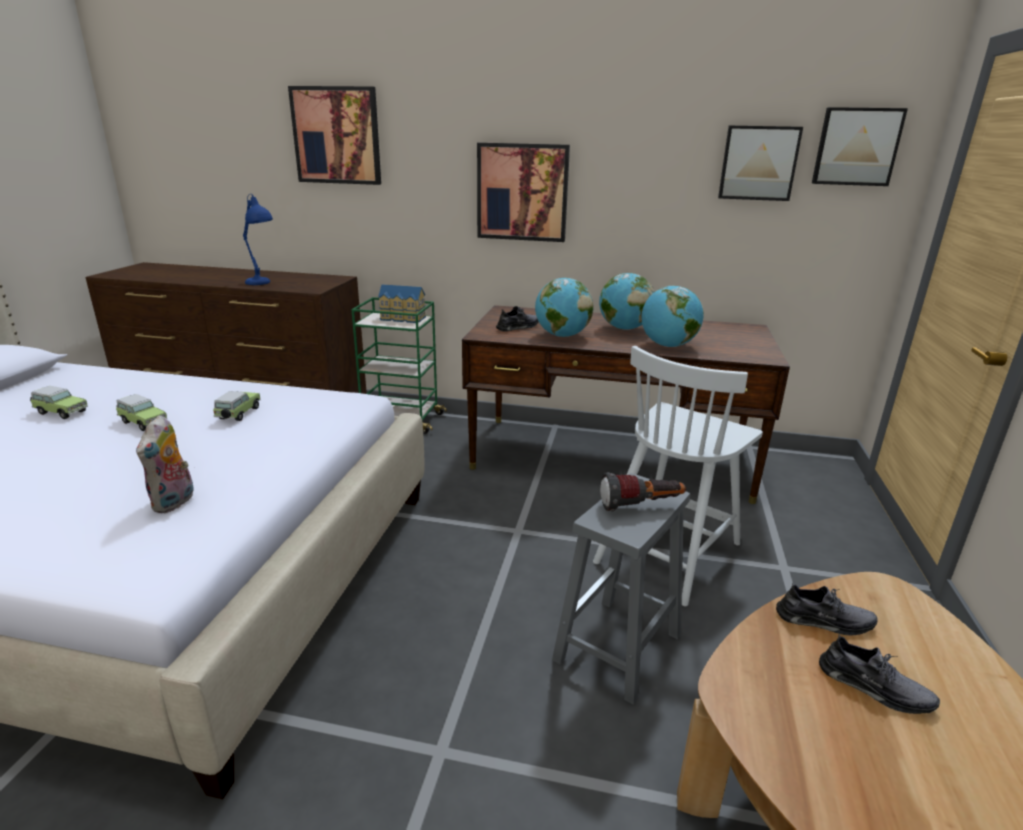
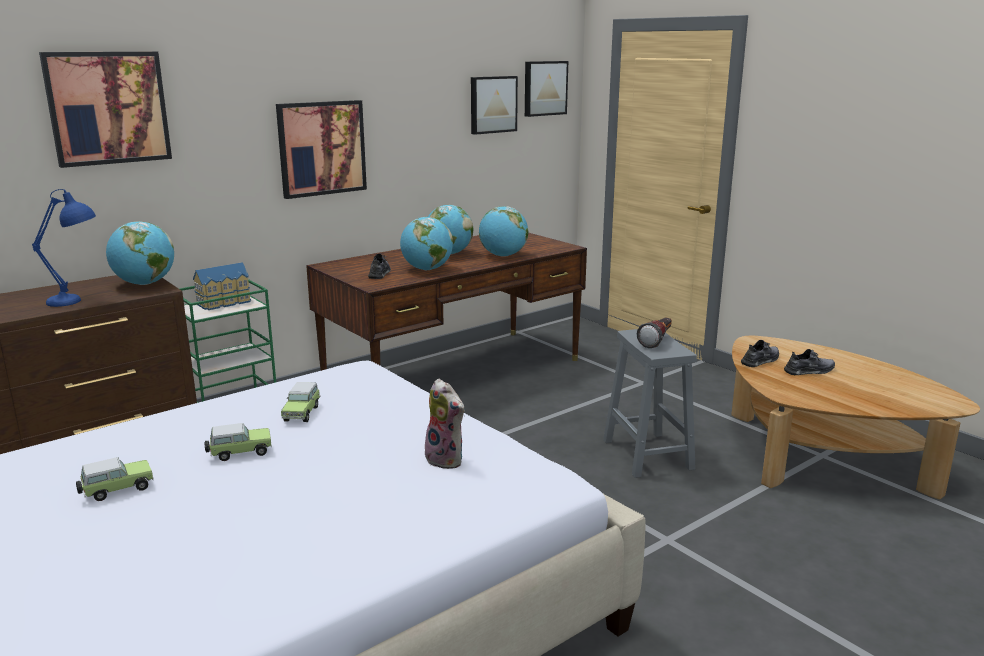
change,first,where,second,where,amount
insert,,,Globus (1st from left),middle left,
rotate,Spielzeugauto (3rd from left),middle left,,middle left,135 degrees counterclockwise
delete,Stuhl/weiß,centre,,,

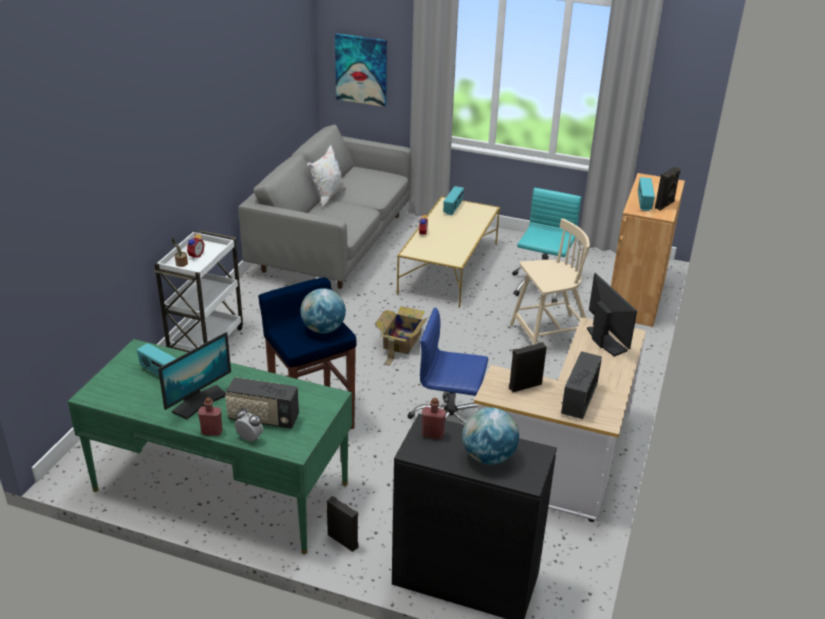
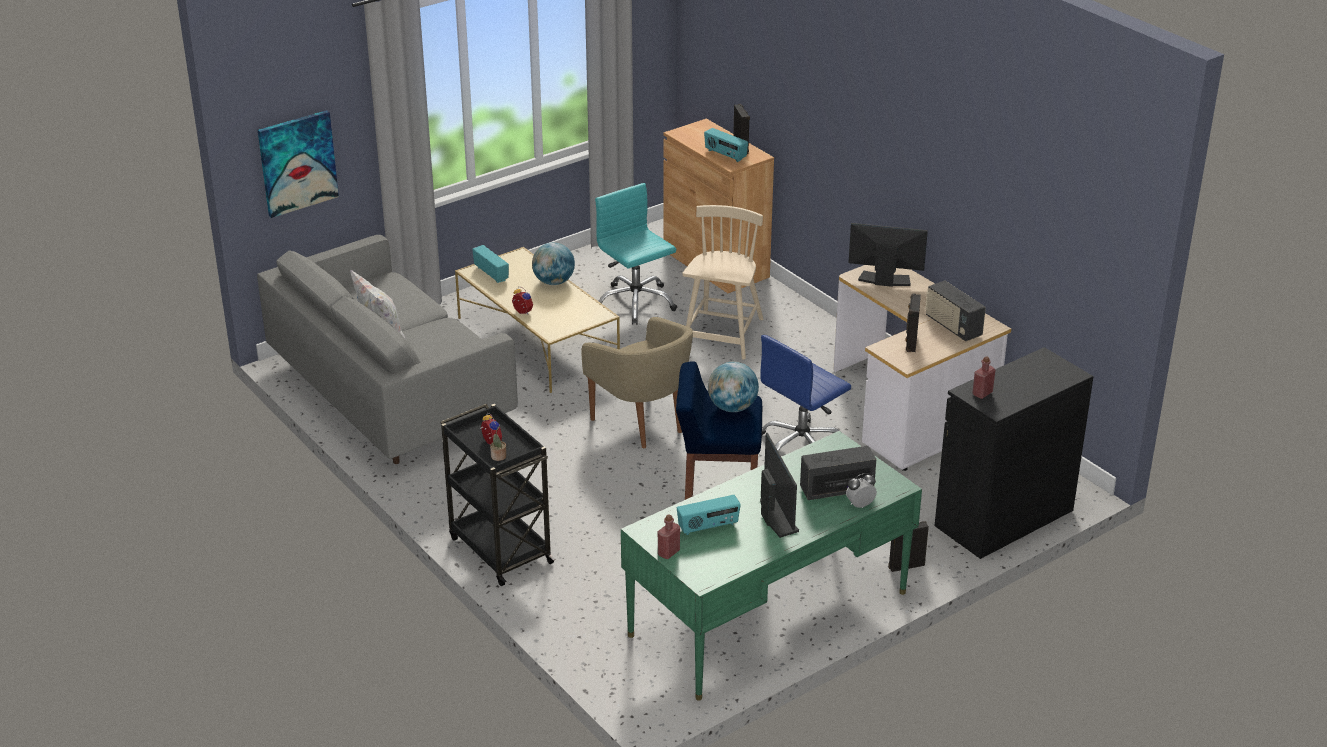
change,first,where,second,where,amount
recolor,Rollwagen/weiß,middle left,Rollwagen/schwarz,centre,
move,Globus (2nd from left in the first image),bottom centre,Globus (1st from left),centre,
replace,Karton,centre,Sessel/beige,centre,
move,Flasche/rot (1st from left),bottom left,,bottom centre,
rotate,Radio (2nd from left in the first image),middle left,Radio (4th from left),centre,150 degrees counterclockwise

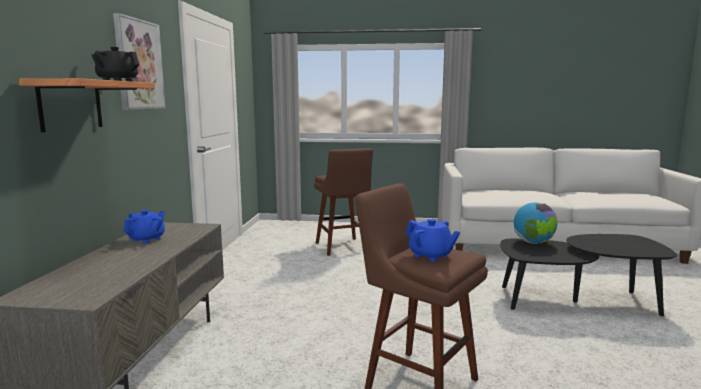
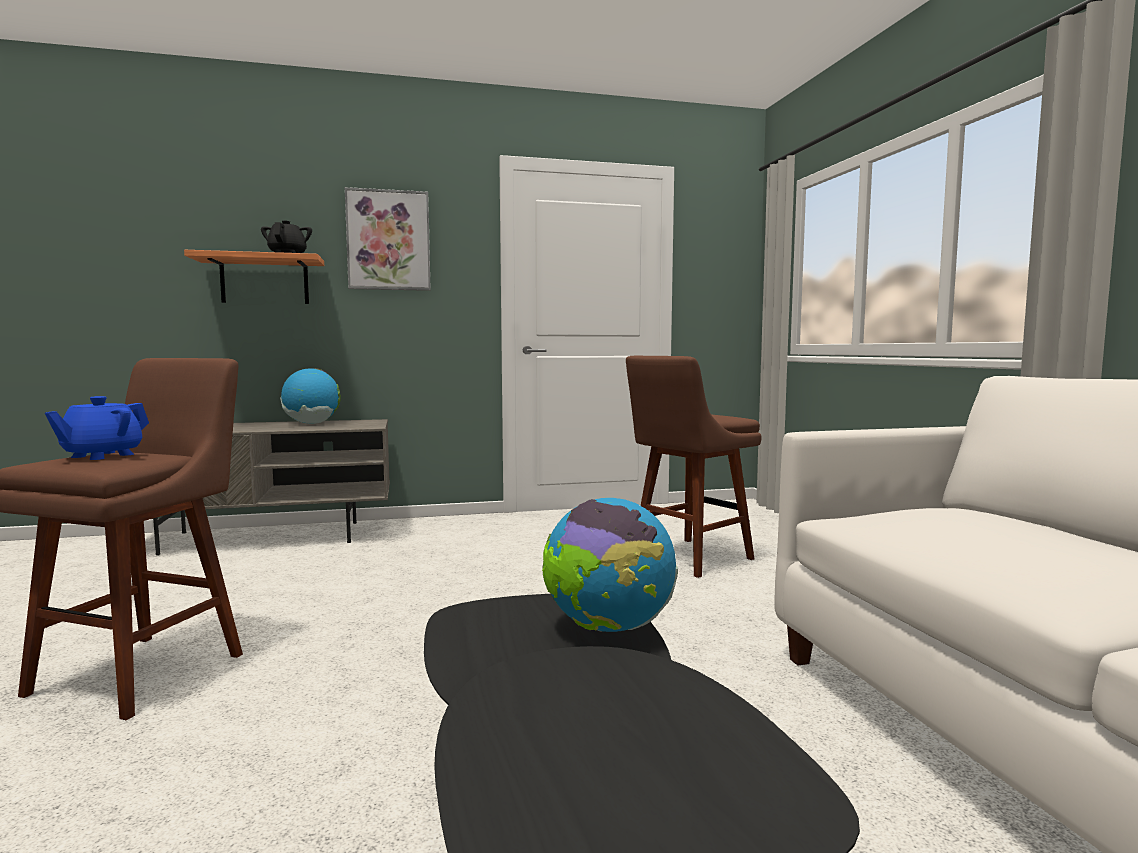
change,first,where,second,where,amount
replace,Teekanne/blau (1st from left),middle left,Globus (1st from left),middle left,

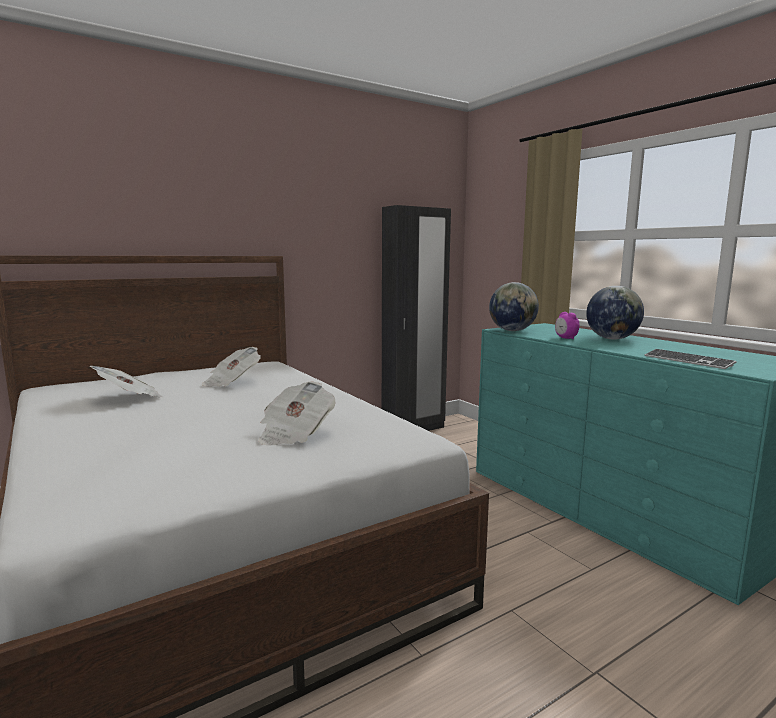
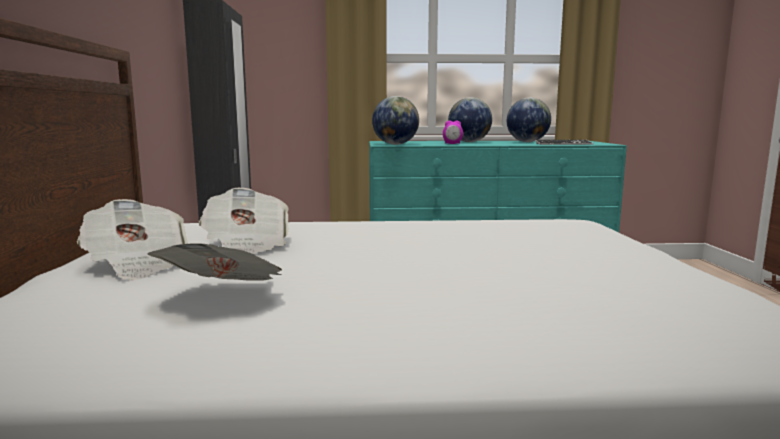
change,first,where,second,where,amount
move,Zeitung (3rd from left in the first image),centre,Zeitung (1st from left),middle left,
insert,,,Globus (3rd from left),top right,

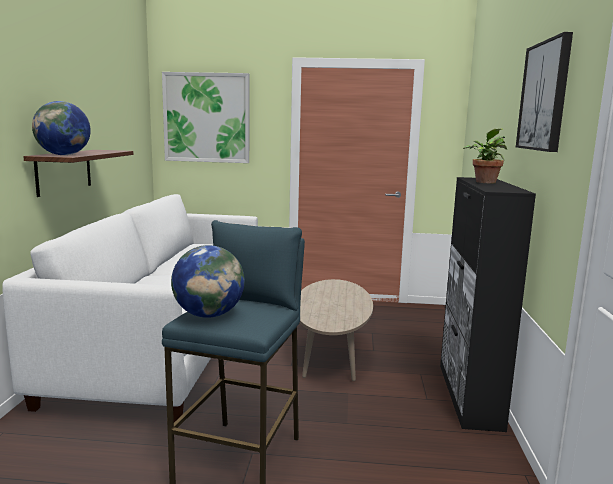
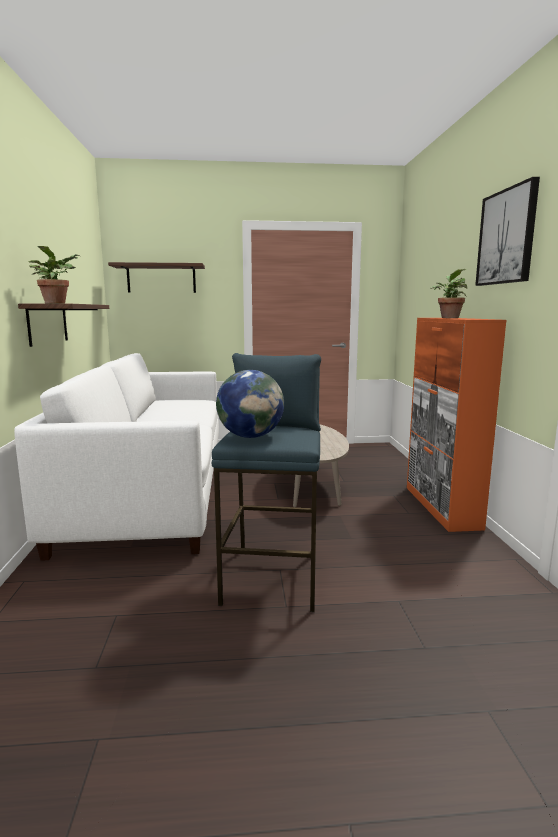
change,first,where,second,where,amount
replace,Globus (1st from left),top left,Topfpflanze (1st from left),top left,
replace,Bild (1st from left),top centre,Wandregal (2nd from left),top left,
recolor,Schrank/schwarz,middle right,Schrank/orange,middle right,

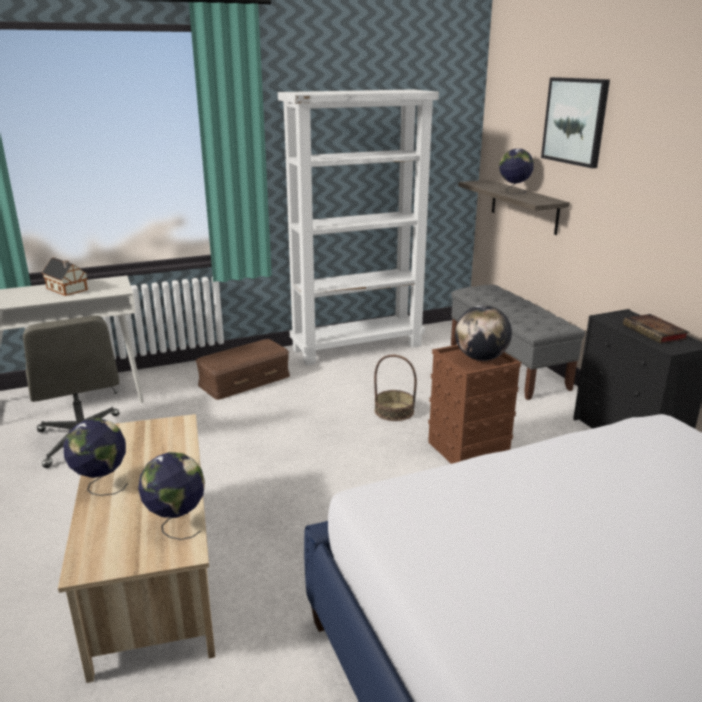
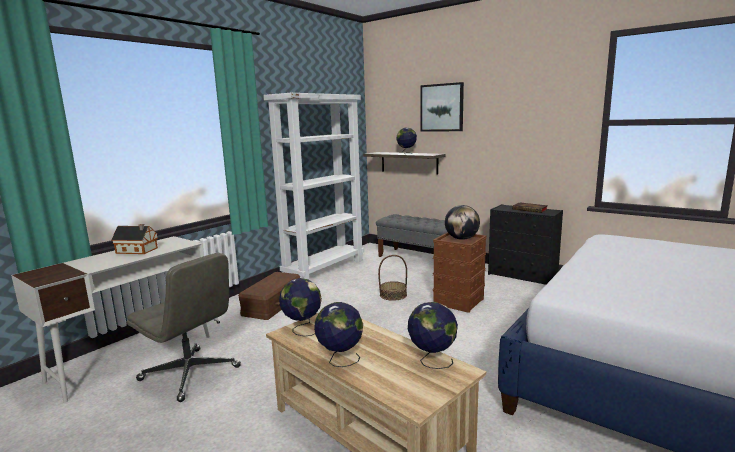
change,first,where,second,where,amount
insert,,,Globus (1st from left),bottom centre,

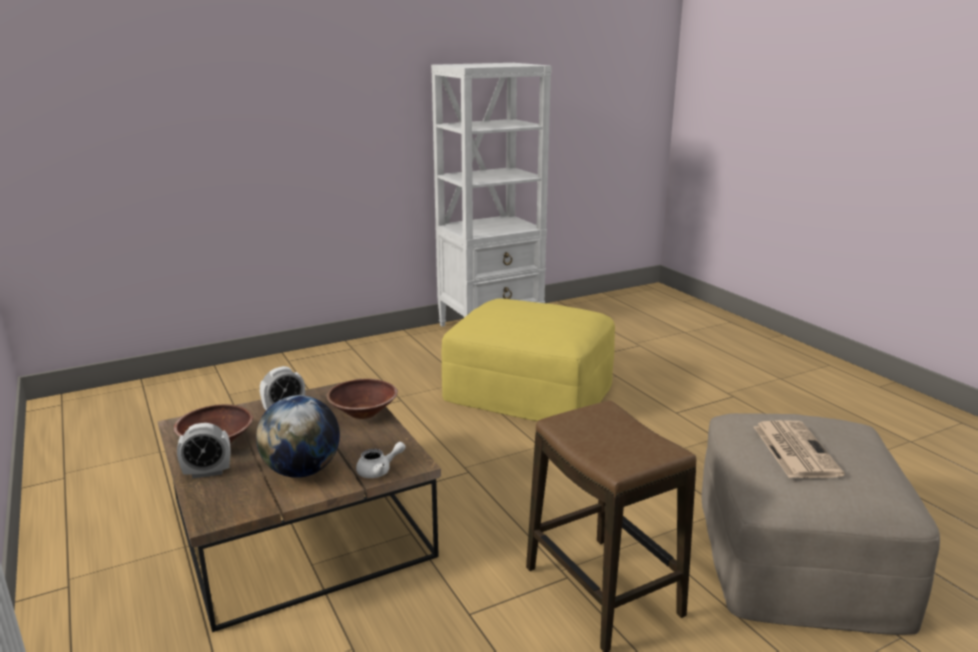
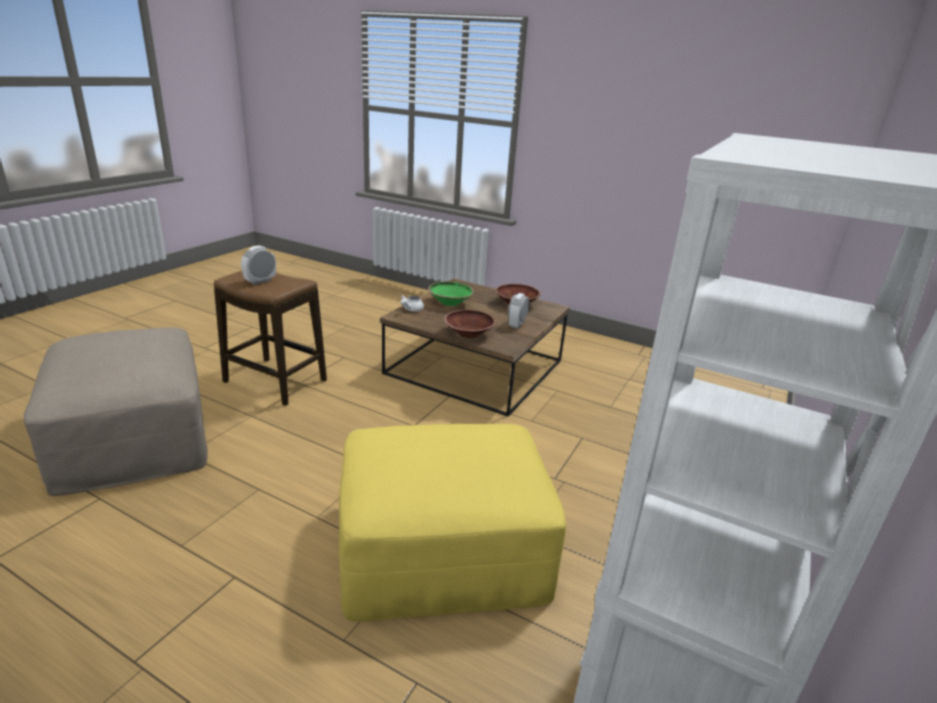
change,first,where,second,where,amount
move,Wecker (1st from left),bottom left,,middle left,
replace,Globus,bottom left,Schüssel/grün,centre,
delete,Zeitung,bottom right,,,

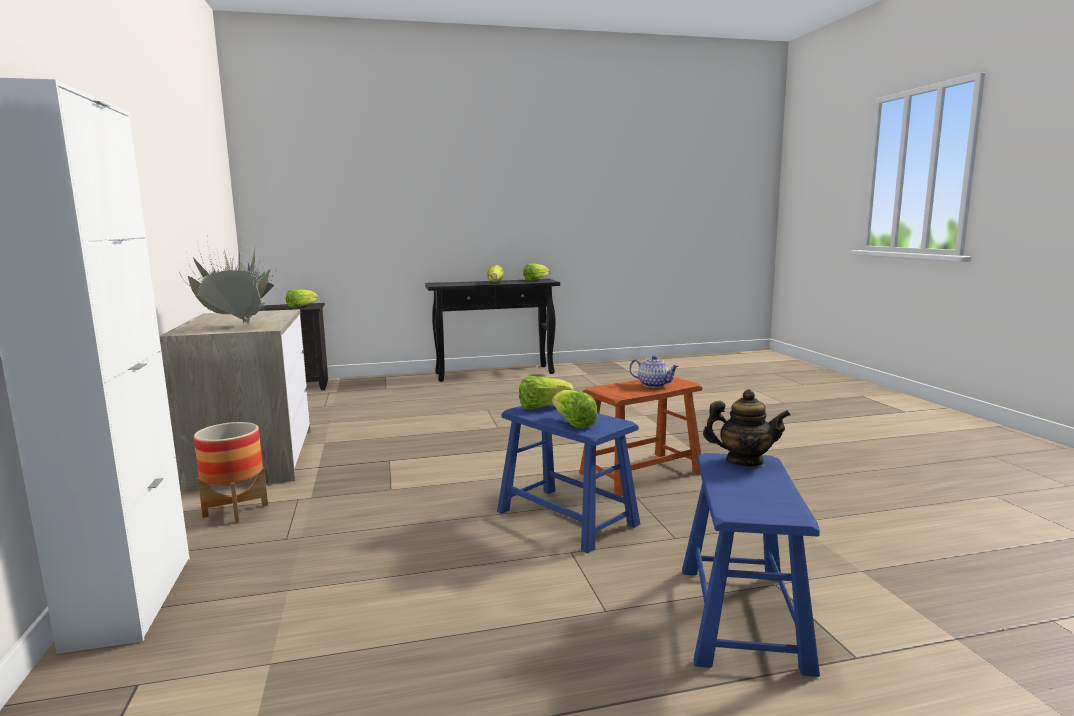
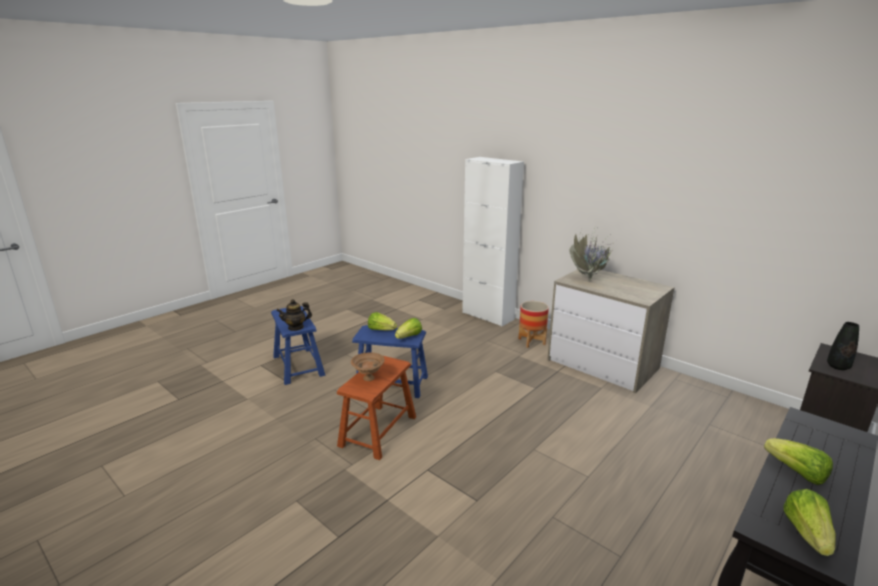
change,first,where,second,where,amount
replace,Teekanne (1st from left),centre,Schüssel/braun,centre,
replace,Salatkopf (1st from left),middle left,Vase/schwarz,middle right,

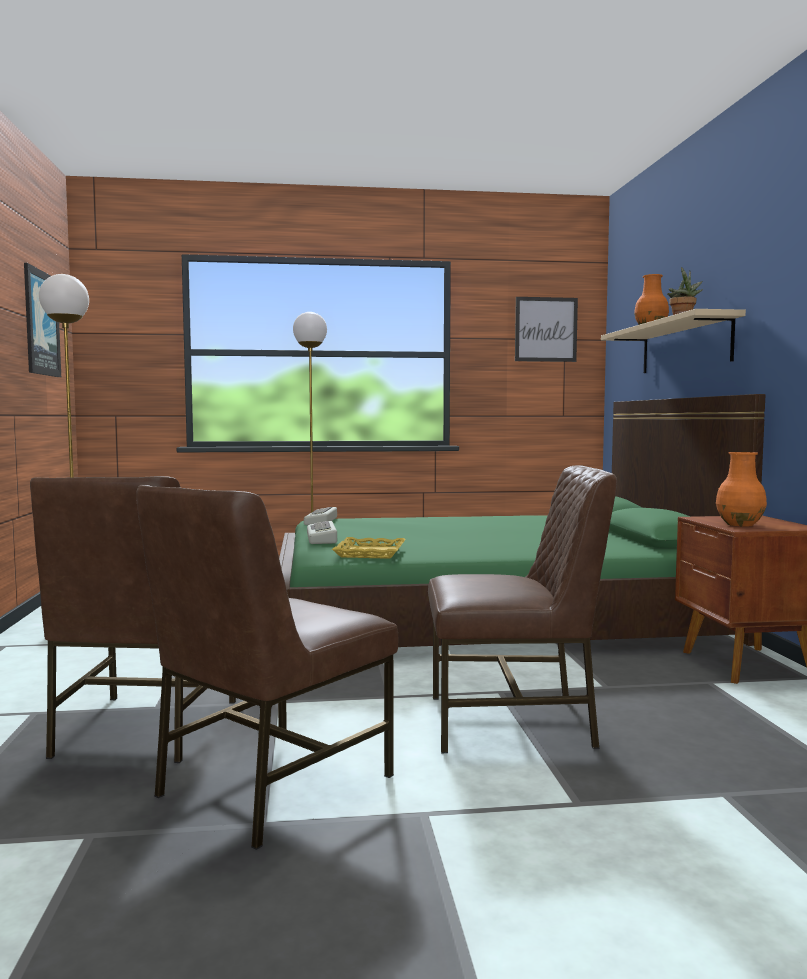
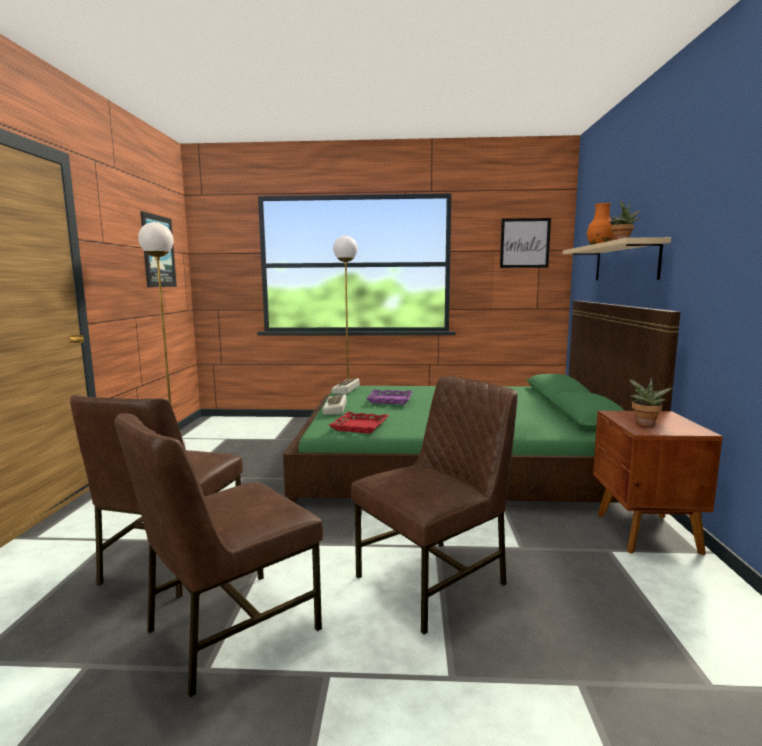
change,first,where,second,where,amount
recolor,Tablett/gelb,centre,Tablett/rot,centre,
rotate,Stuhl/braun (3rd from left),centre,,bottom centre,45 degrees counterclockwise
insert,,,Tablett/lila,centre,
replace,Vase/orange (2nd from left),middle right,Topfpflanze (2nd from left),middle right,

